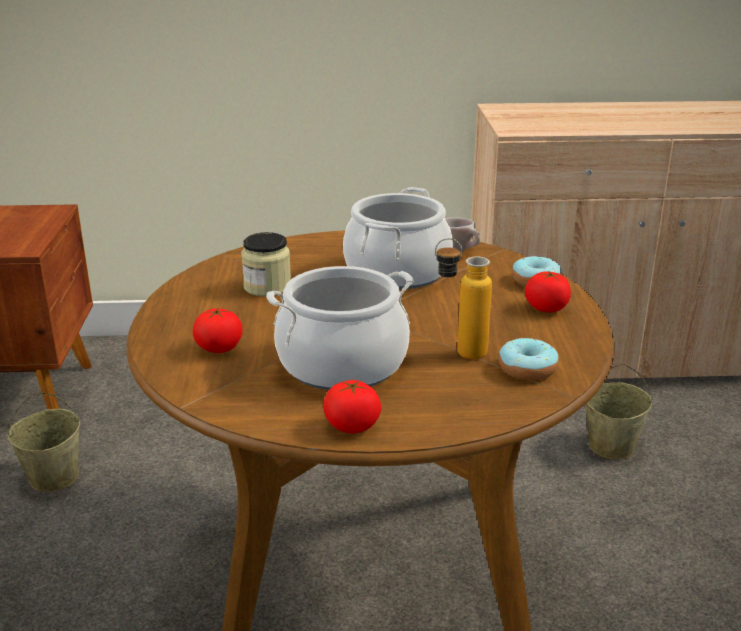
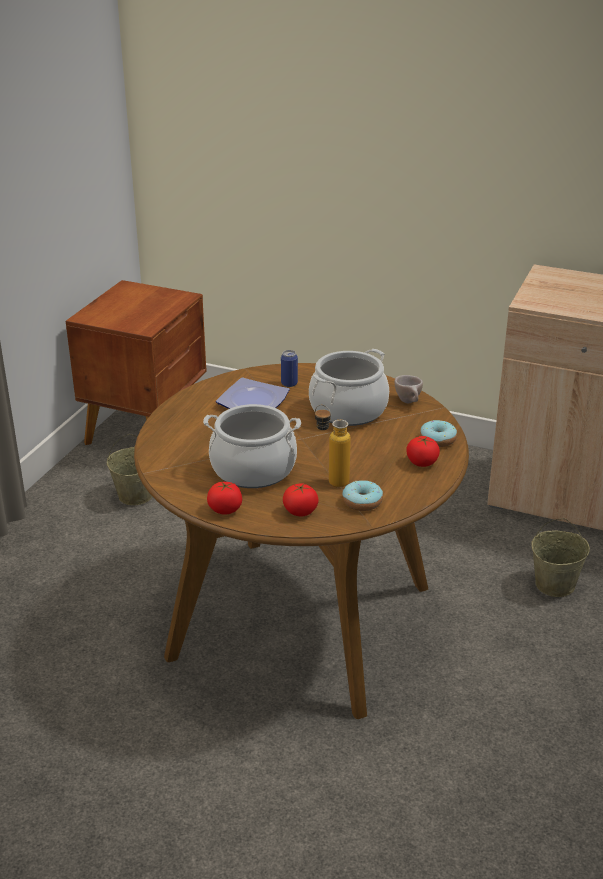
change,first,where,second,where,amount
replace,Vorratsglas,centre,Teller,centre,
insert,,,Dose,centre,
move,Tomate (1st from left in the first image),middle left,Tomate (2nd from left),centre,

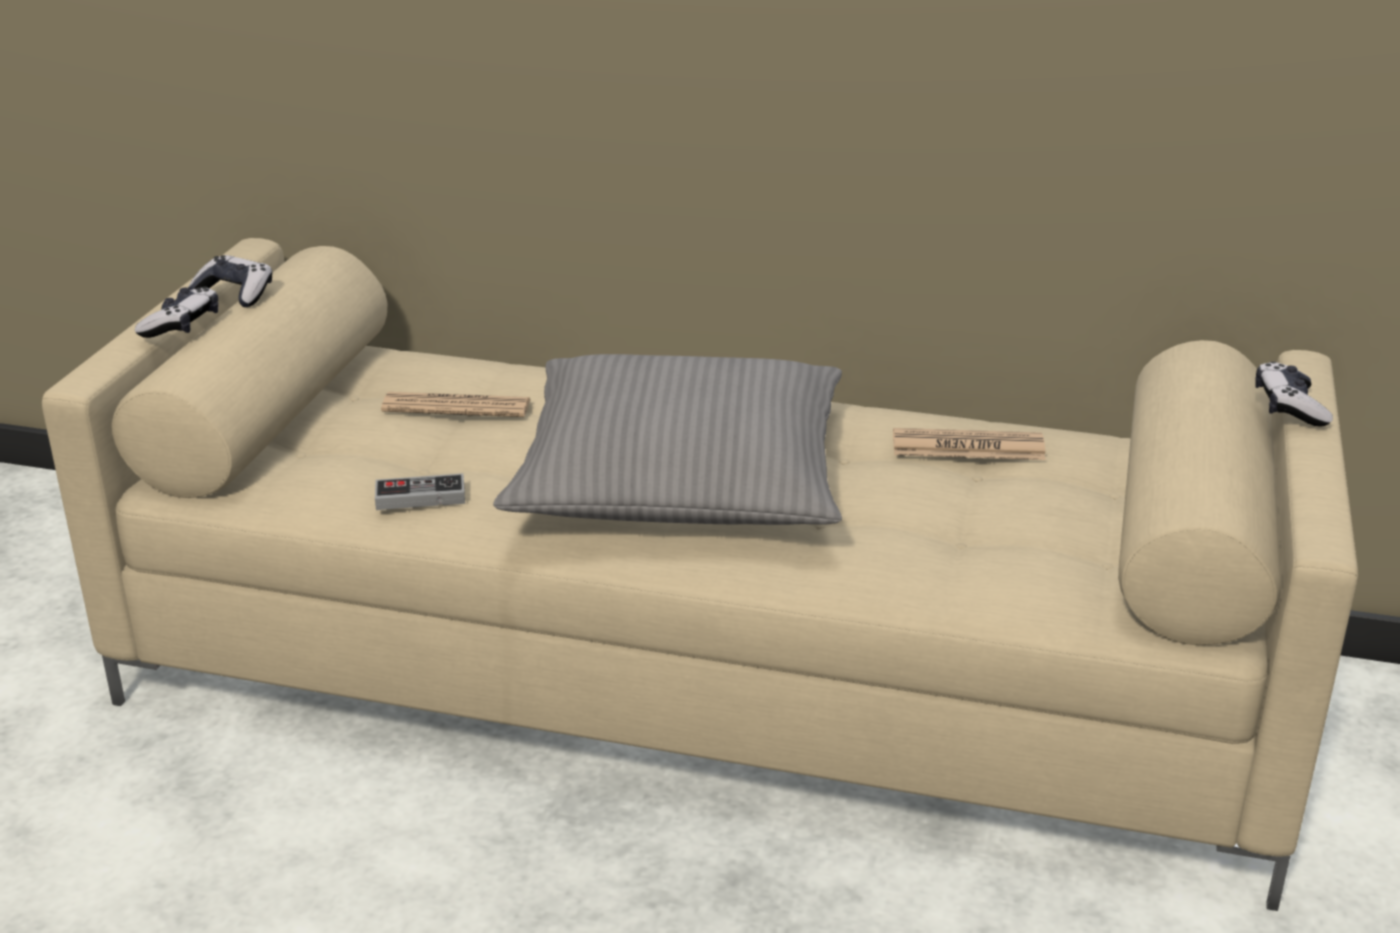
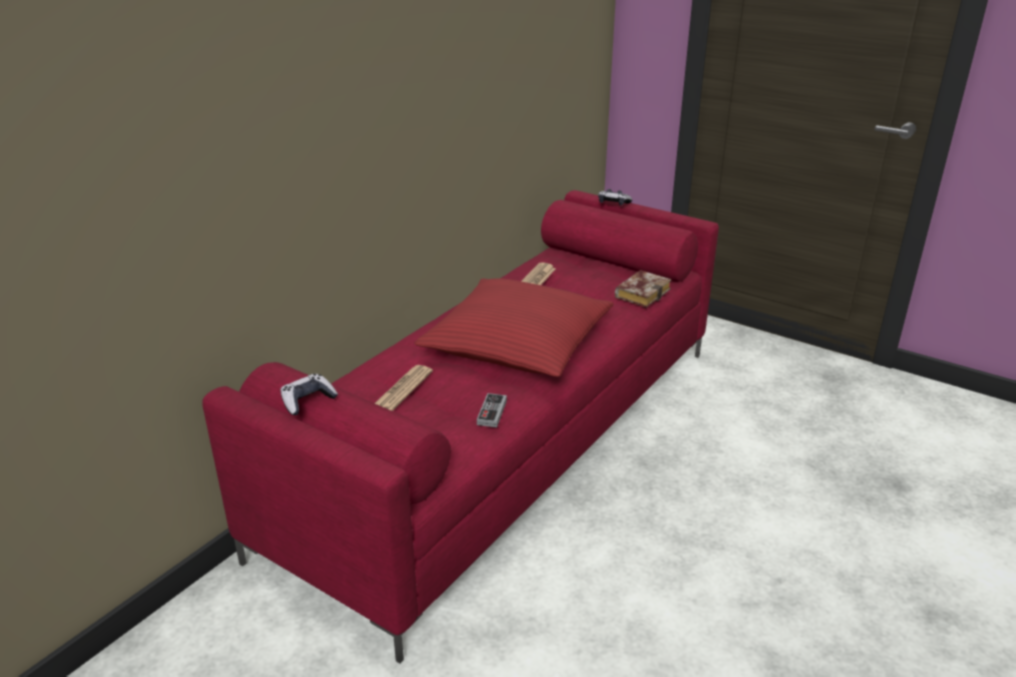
change,first,where,second,where,amount
recolor,Sofa/beige,centre,Sofa/rot,centre,
recolor,Kissen/grau,centre,Kissen/rot,centre,
insert,,,Buch,centre,
delete,Gamepad (1st from left),middle left,,,

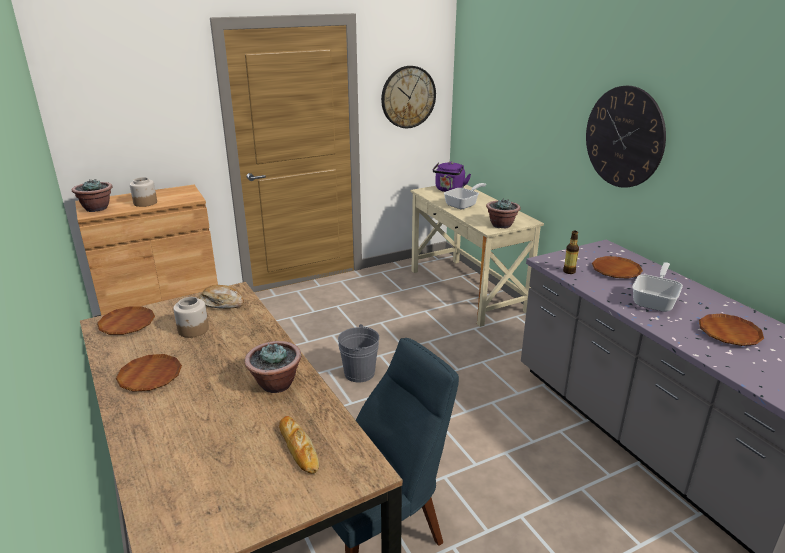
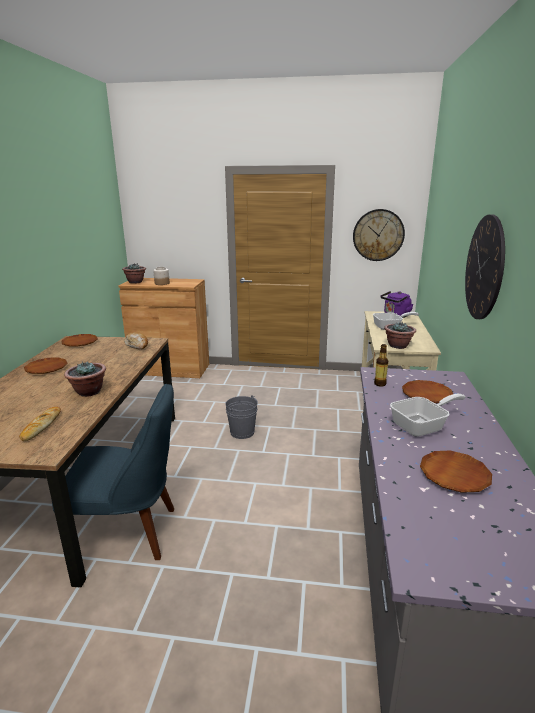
change,first,where,second,where,amount
delete,Vorratsglas (2nd from left),middle left,,,

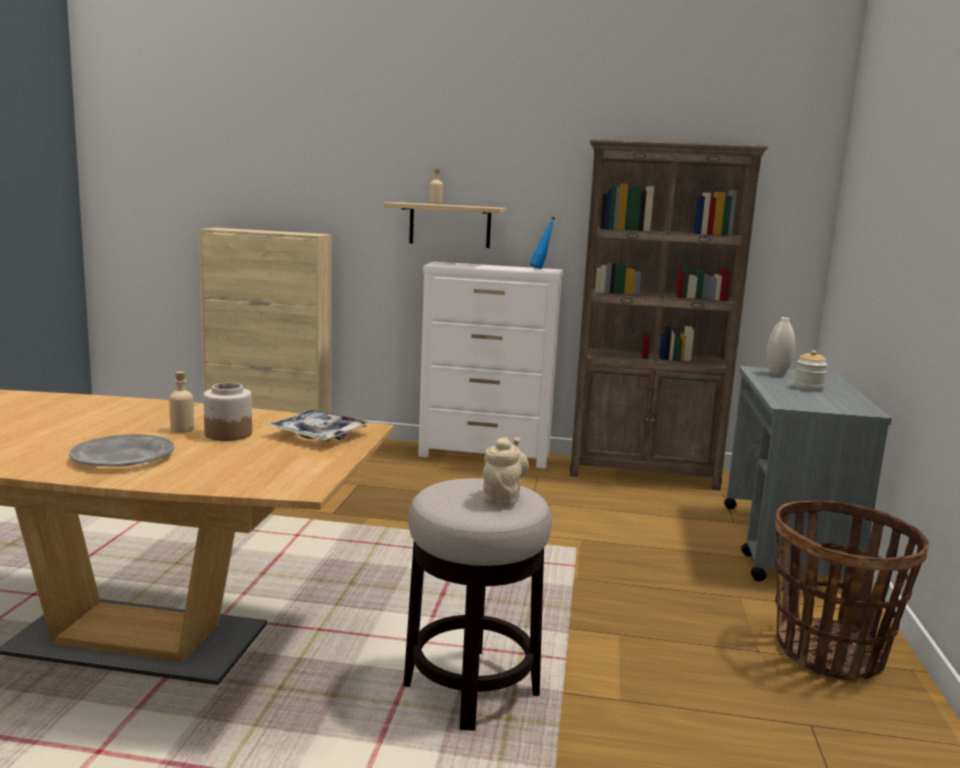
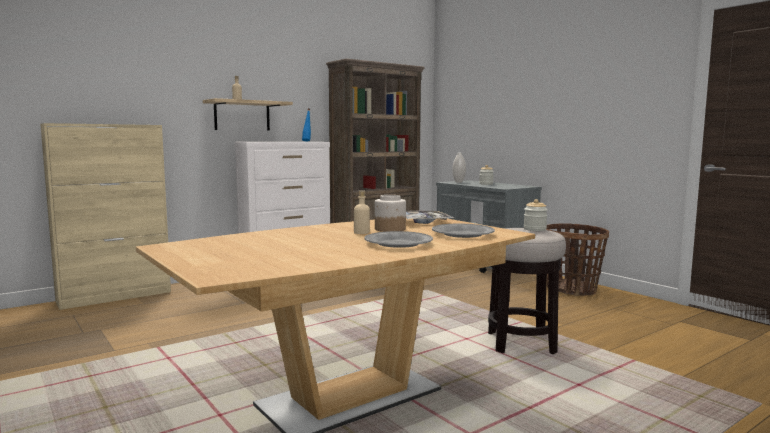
change,first,where,second,where,amount
insert,,,Teller/grau (2nd from left),centre,
replace,Teekanne/beige,centre,Vorratsglas (3rd from left),middle right,

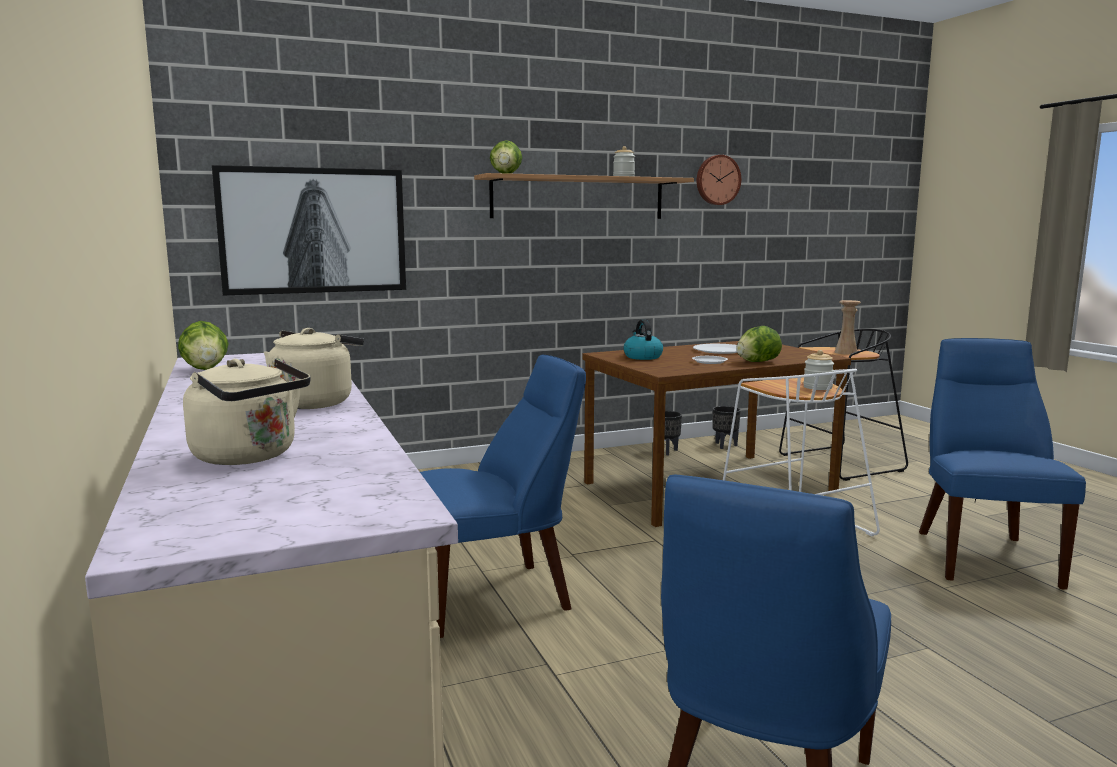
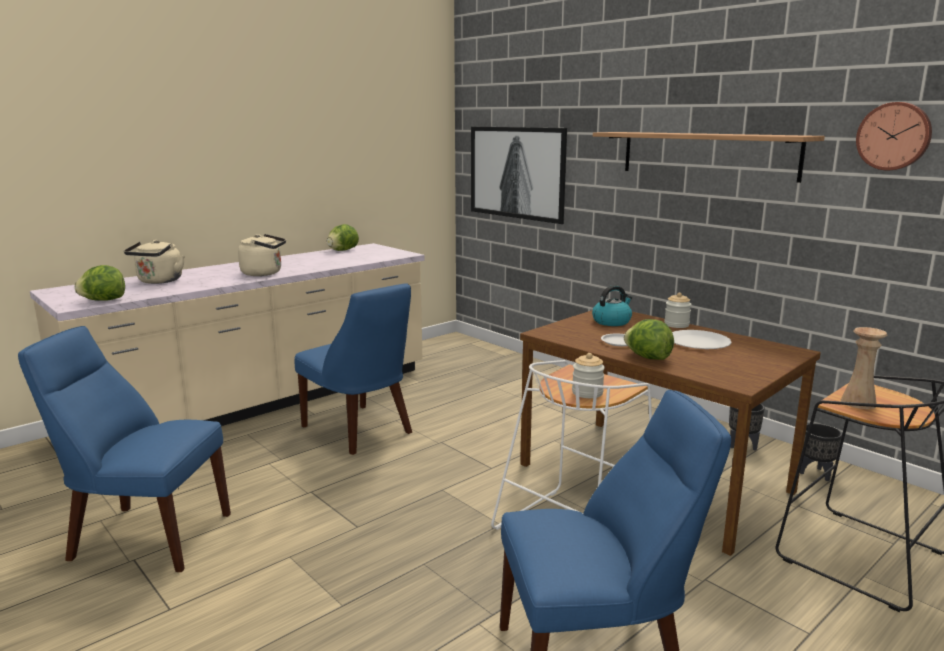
change,first,where,second,where,amount
move,Salatkopf (2nd from left in the first image),top centre,Salatkopf (1st from left),middle left,
move,Vorratsglas (1st from left in the first image),top centre,Vorratsglas (2nd from left),middle right,

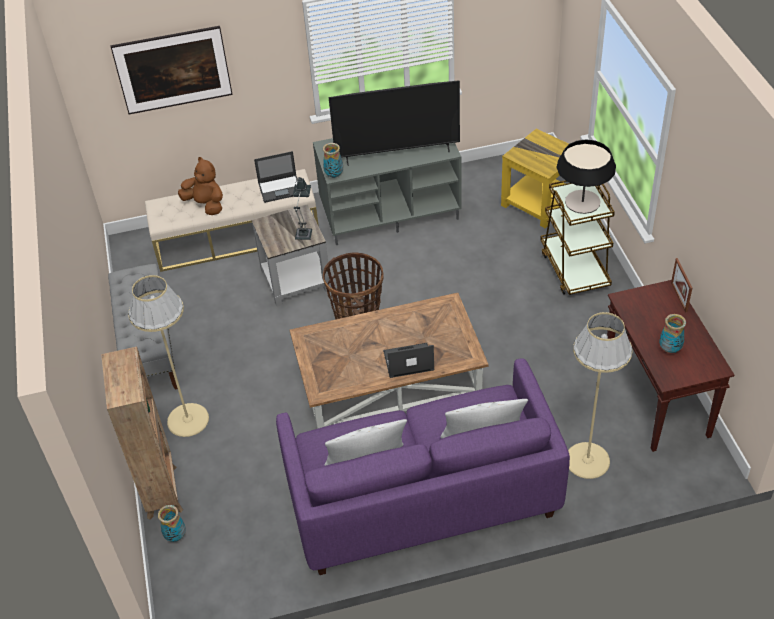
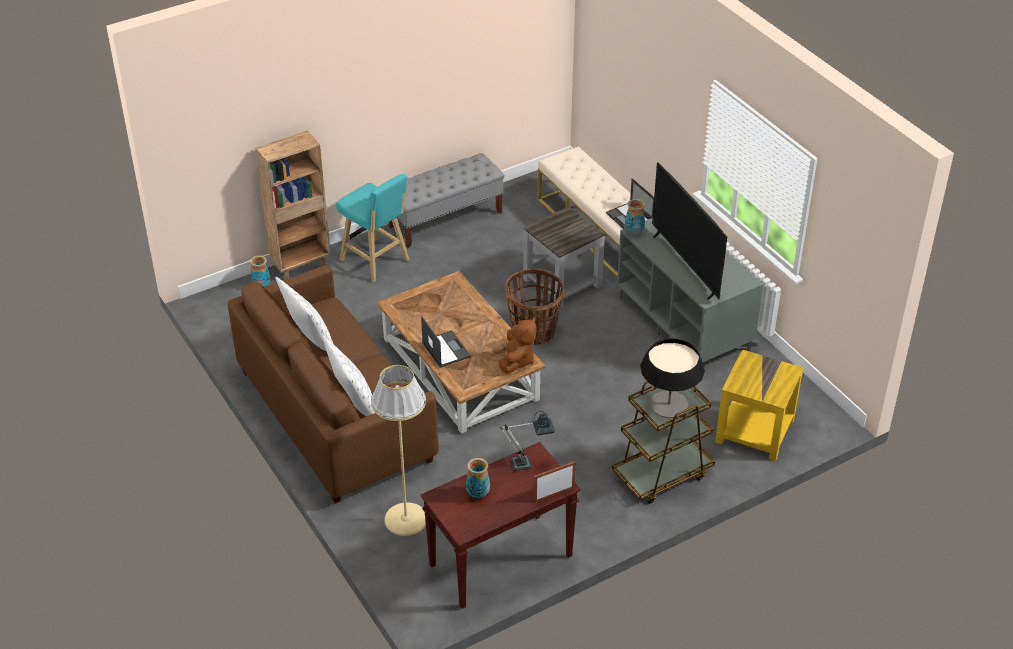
change,first,where,second,where,amount
recolor,Sofa/lila,bottom centre,Sofa/braun,middle left,
replace,Stehlampe/beige (1st from left),middle left,Hocker/türkis,centre,
move,Plüschtier/braun,top left,,centre,
move,Tischlampe (1st from left),centre,,bottom centre,
delete,Bild,top left,,,

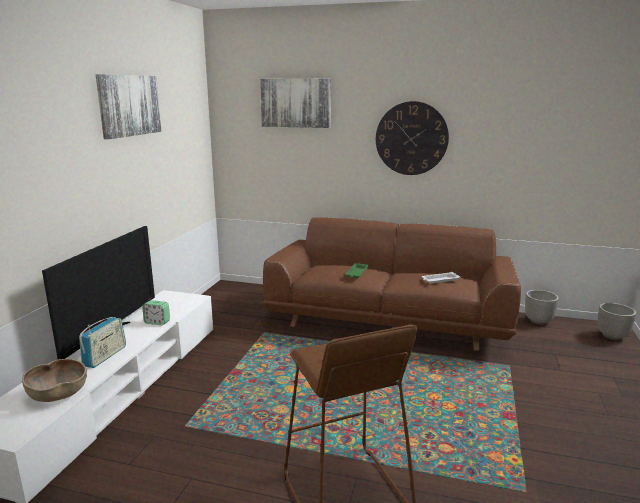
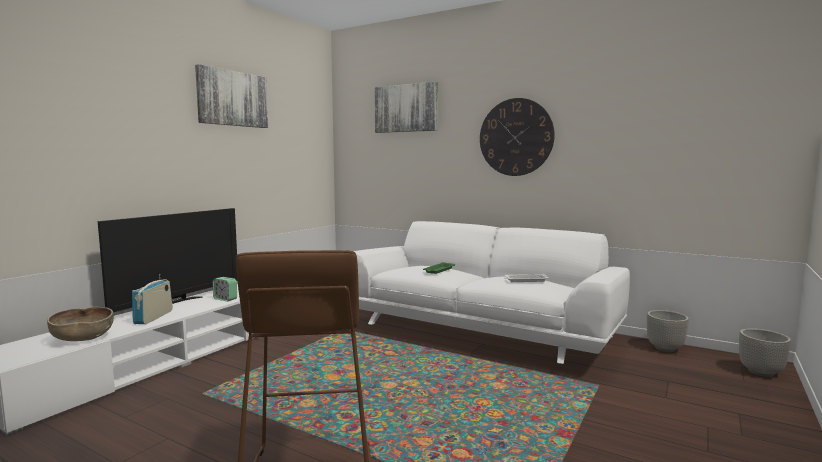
change,first,where,second,where,amount
rotate,Radio,bottom left,,middle left,150 degrees clockwise
recolor,Sofa/braun,centre,Sofa/weiß,centre,

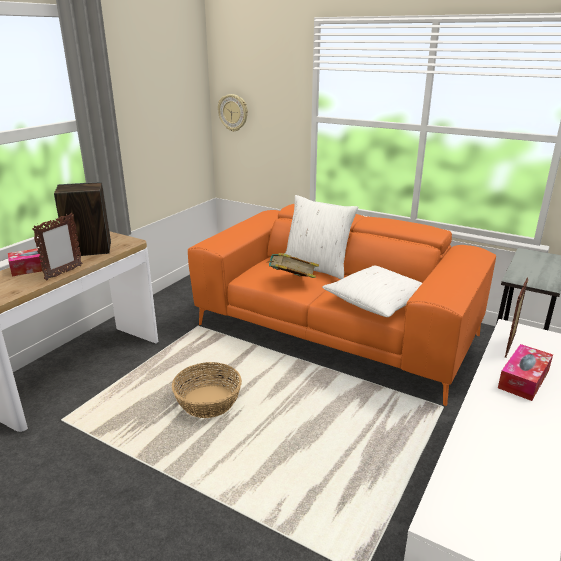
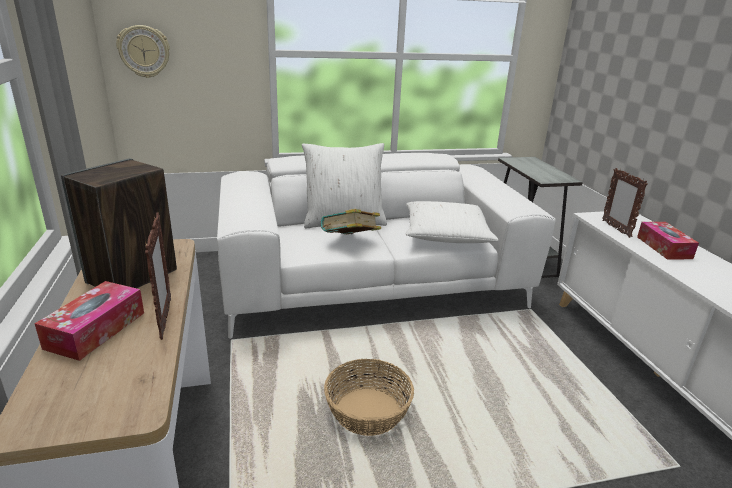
change,first,where,second,where,amount
recolor,Sofa/orange,centre,Sofa/weiß,centre,

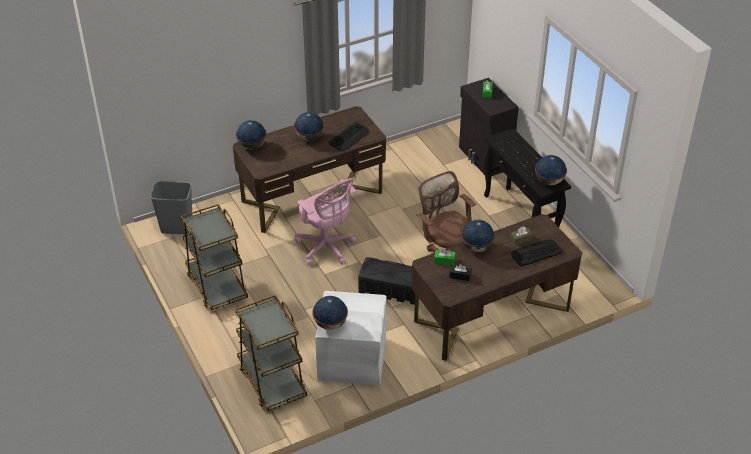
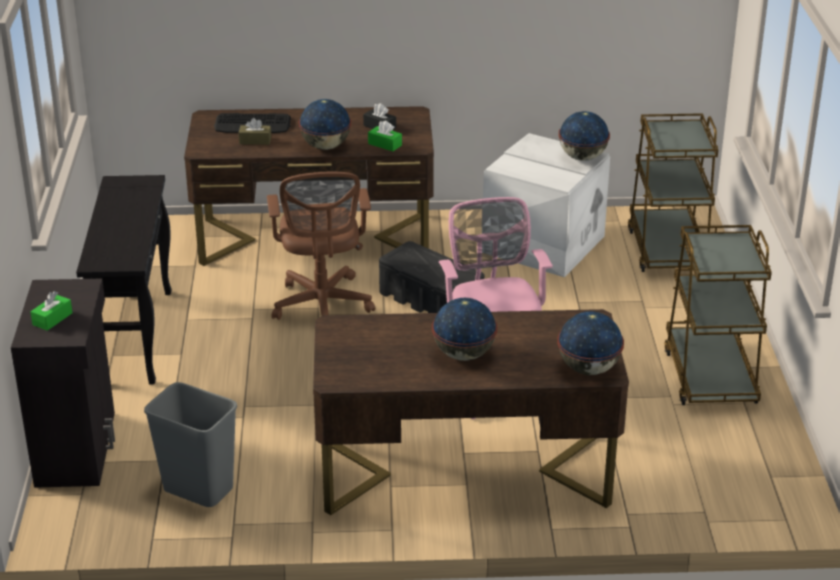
change,first,where,second,where,amount
move,Mülleimer/grau,middle left,,bottom left,
delete,Tastatur (1st from left),top centre,,,
delete,Globus (5th from left),middle right,,,

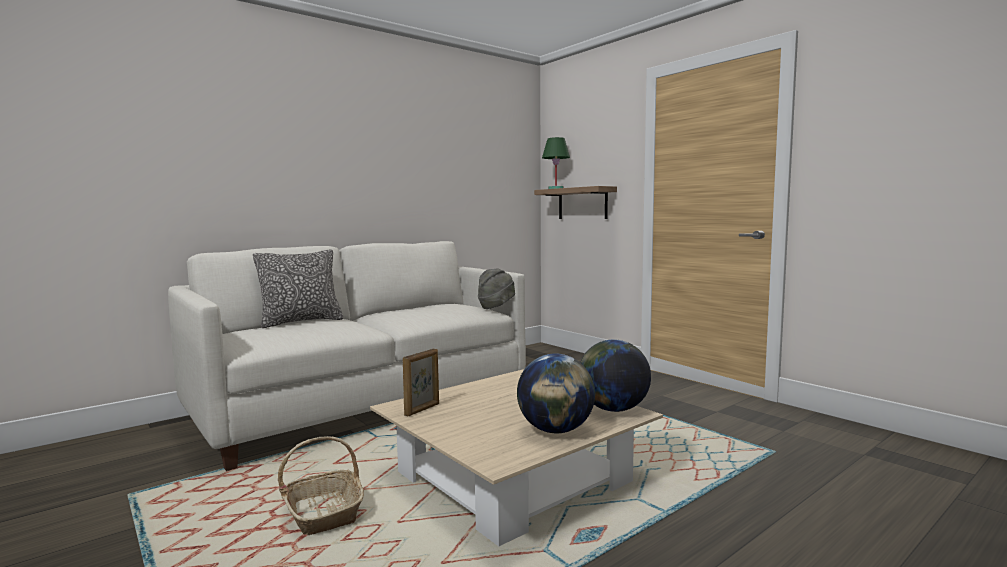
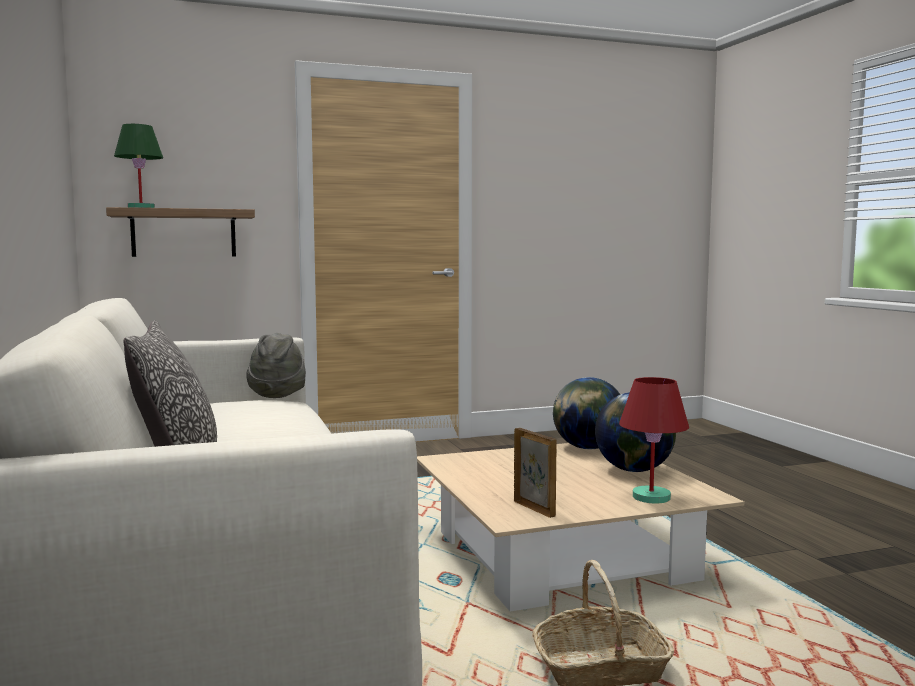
change,first,where,second,where,amount
insert,,,Tischlampe/rot,middle right,

